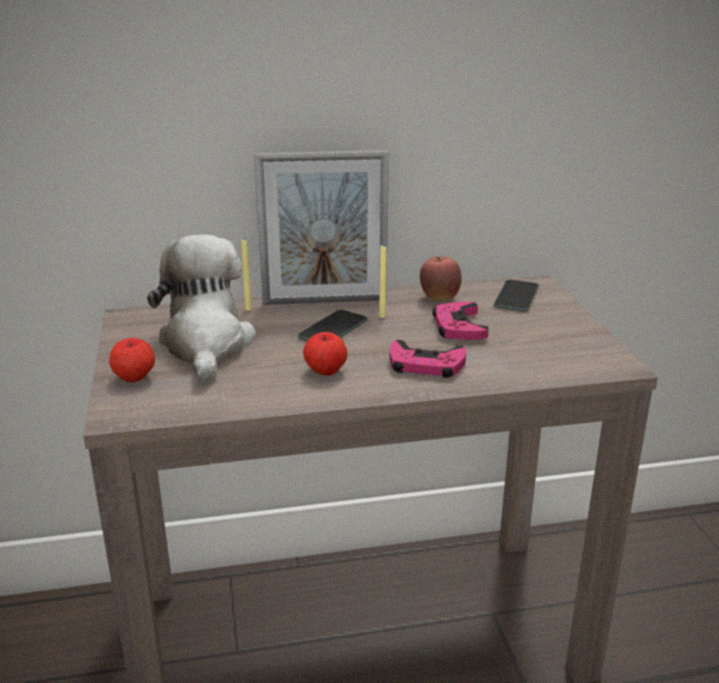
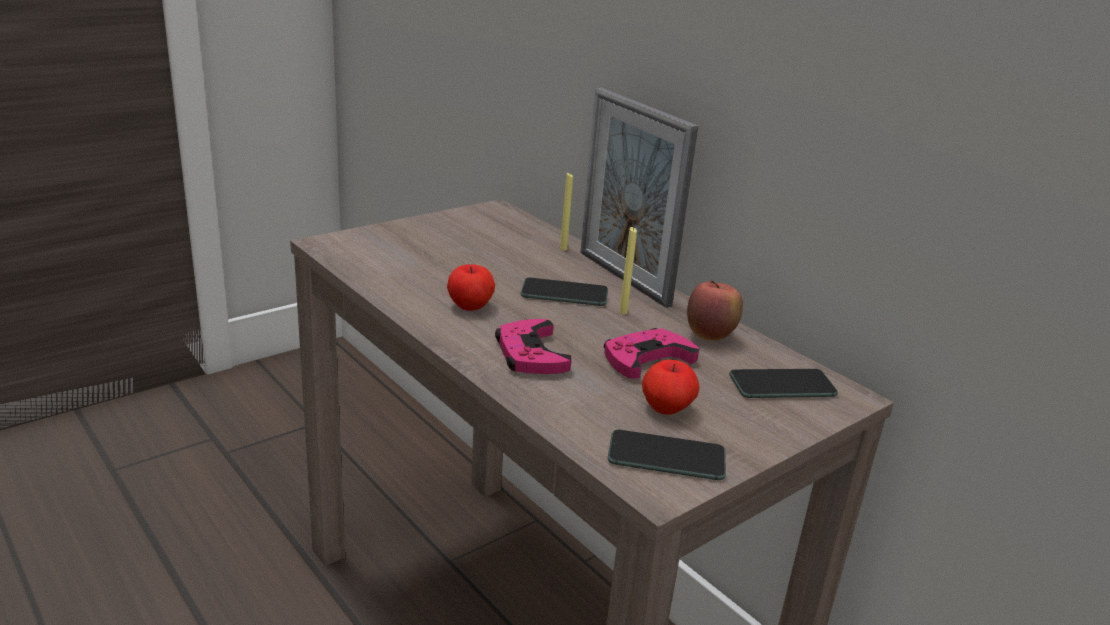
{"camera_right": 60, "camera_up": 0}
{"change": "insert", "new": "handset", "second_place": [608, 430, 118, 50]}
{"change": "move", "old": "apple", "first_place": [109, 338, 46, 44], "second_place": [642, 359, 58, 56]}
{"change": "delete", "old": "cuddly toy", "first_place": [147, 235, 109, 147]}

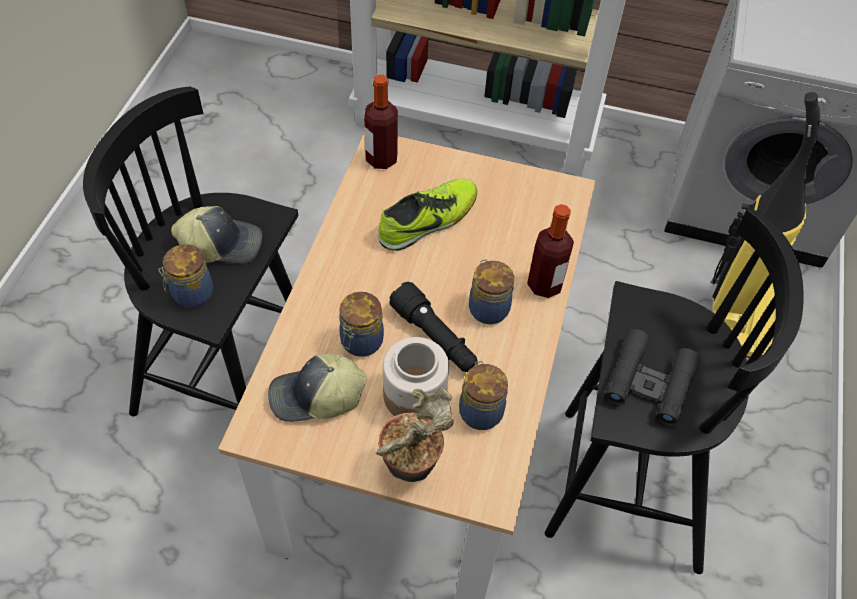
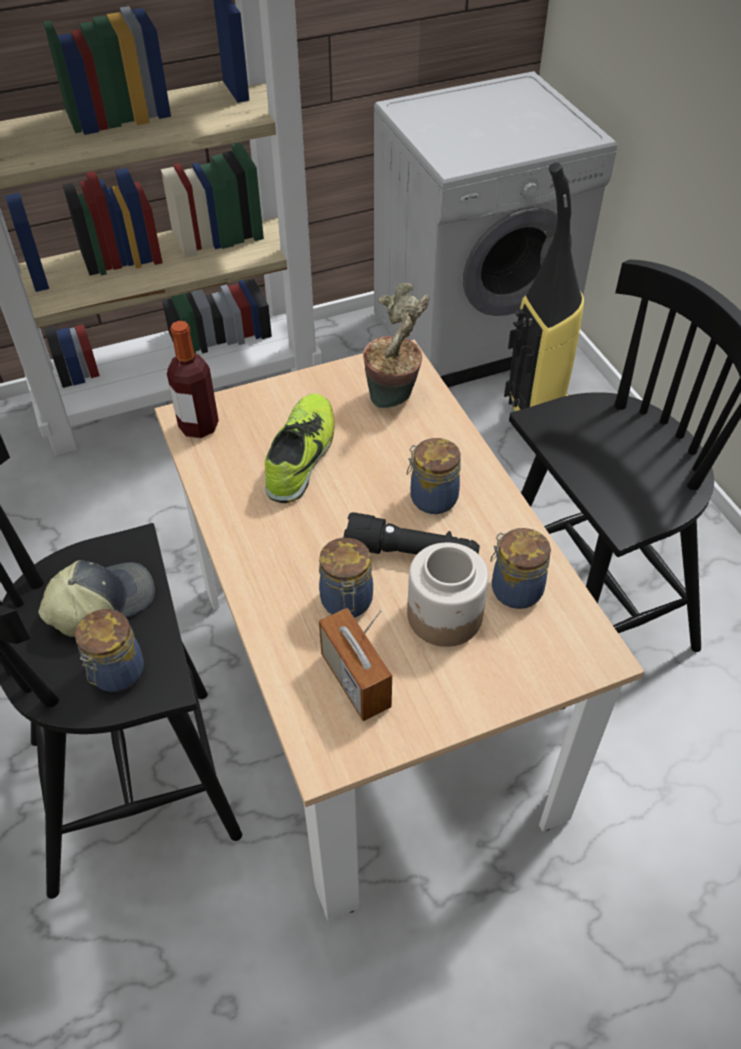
{"camera_right": -35, "camera_up": -5}
{"change": "replace", "old": "baseball cap", "new": "radio receiver", "first_place": [268, 354, 98, 68], "second_place": [319, 608, 73, 113]}
{"change": "move", "old": "plant in a pot", "first_place": [376, 387, 78, 95], "second_place": [363, 283, 66, 125]}
{"change": "delete", "old": "drink bottle", "first_place": [527, 204, 47, 94]}
{"change": "delete", "old": "binoculars in black-coloured", "first_place": [604, 329, 97, 97]}

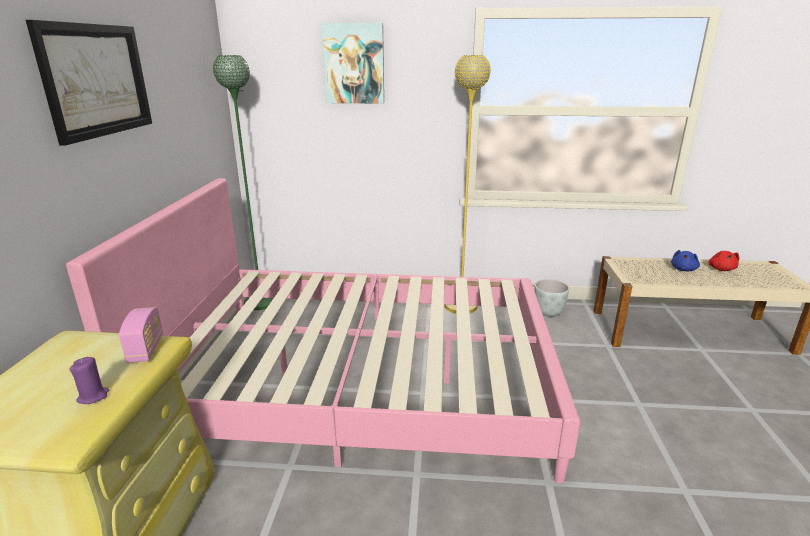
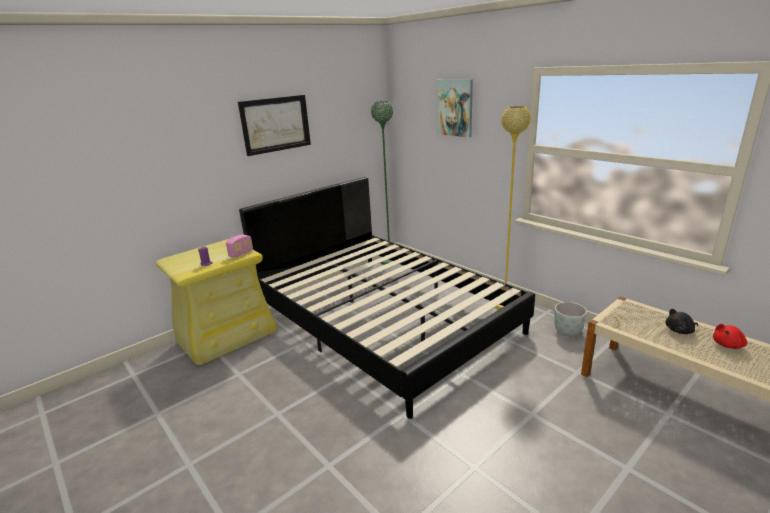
{"camera_right": 45, "camera_up": 0}
{"change": "recolor", "old": "bedroom bed in pink", "new": "bedroom bed in black-coloured", "first_place": [66, 178, 515, 305], "second_place": [239, 177, 296, 242]}
{"change": "recolor", "old": "cuddly toy in bluish", "new": "cuddly toy in black-coloured", "first_place": [671, 250, 29, 21], "second_place": [666, 309, 32, 25]}

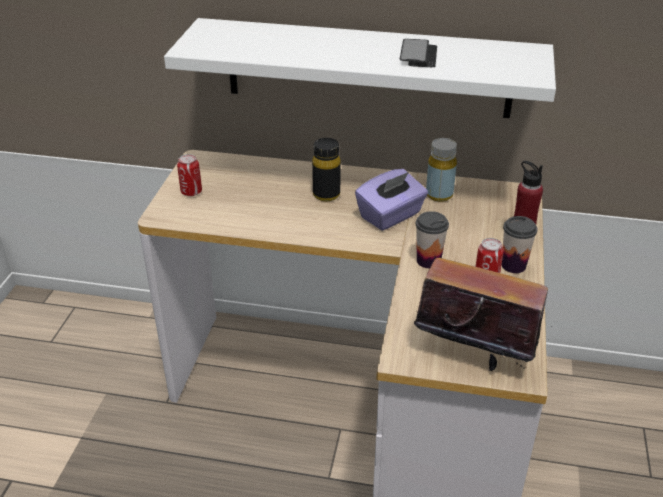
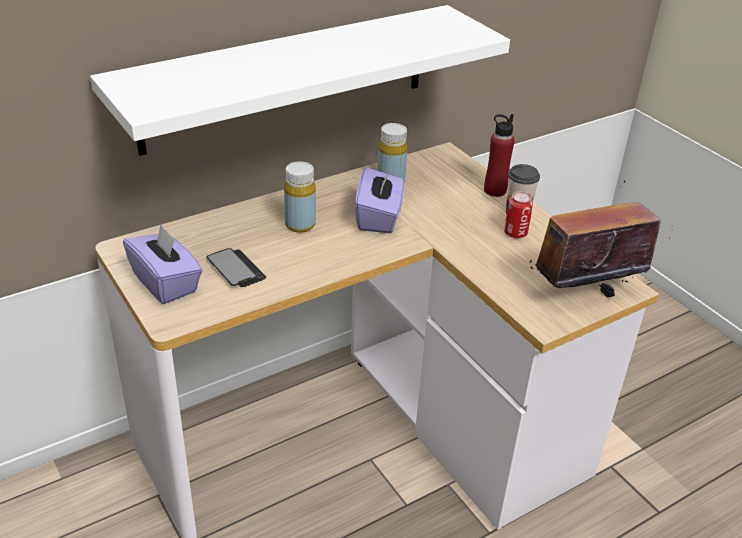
{"camera_right": -45, "camera_up": 0}
{"change": "replace", "old": "metal can", "new": "box of tissues in purple", "first_place": [177, 154, 25, 42], "second_place": [123, 224, 80, 80]}
{"change": "move", "old": "handset", "first_place": [399, 39, 38, 28], "second_place": [206, 248, 60, 39]}
{"change": "recolor", "old": "drink bottle in black-coloured", "new": "drink bottle in yellow", "first_place": [312, 138, 29, 63], "second_place": [284, 161, 32, 72]}
{"change": "delete", "old": "small cup", "first_place": [415, 211, 34, 57]}

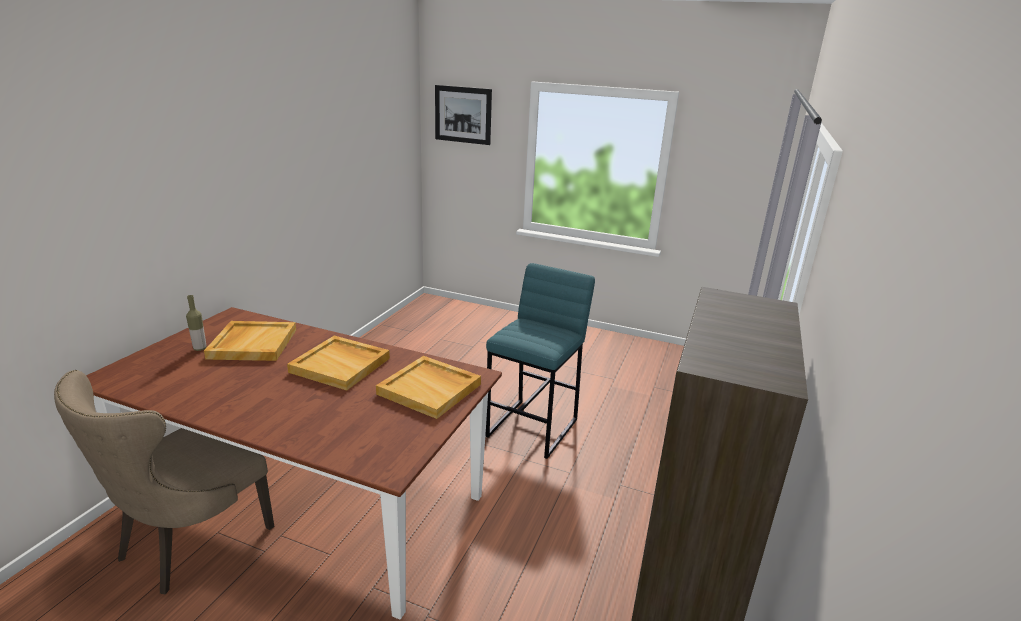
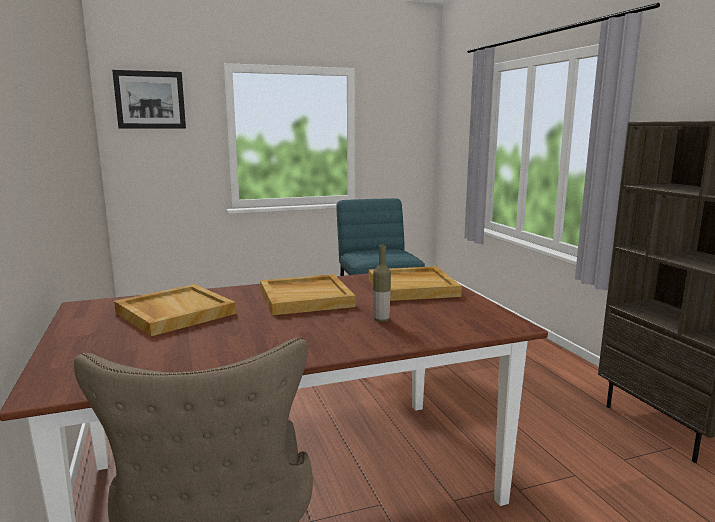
{"camera_right": -40, "camera_up": -10}
{"change": "move", "old": "drink bottle", "first_place": [186, 295, 21, 56], "second_place": [373, 245, 18, 77]}

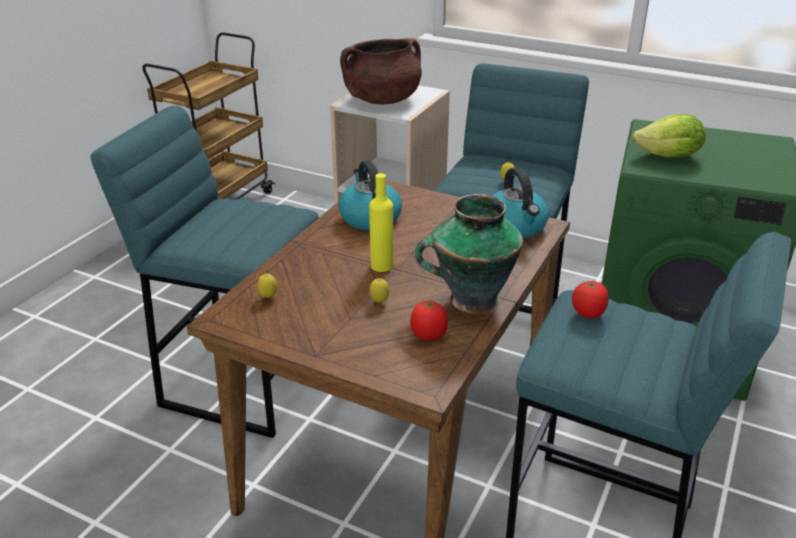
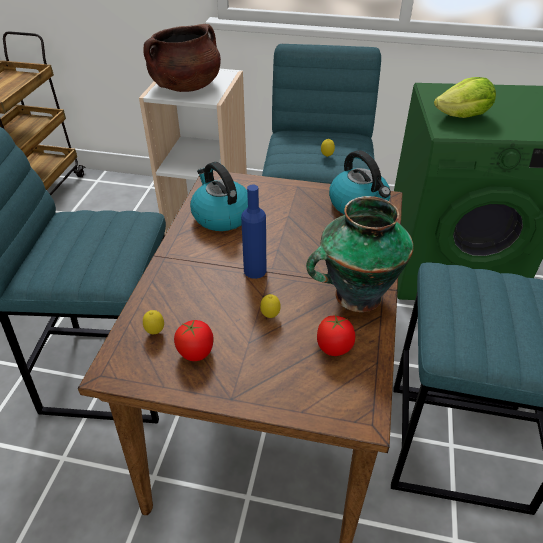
{"camera_right": -15, "camera_up": 10}
{"change": "move", "old": "whole tomato", "first_place": [572, 280, 36, 38], "second_place": [174, 319, 40, 42]}
{"change": "recolor", "old": "drink bottle in yellow", "new": "drink bottle in bluish", "first_place": [369, 173, 24, 99], "second_place": [241, 185, 25, 94]}

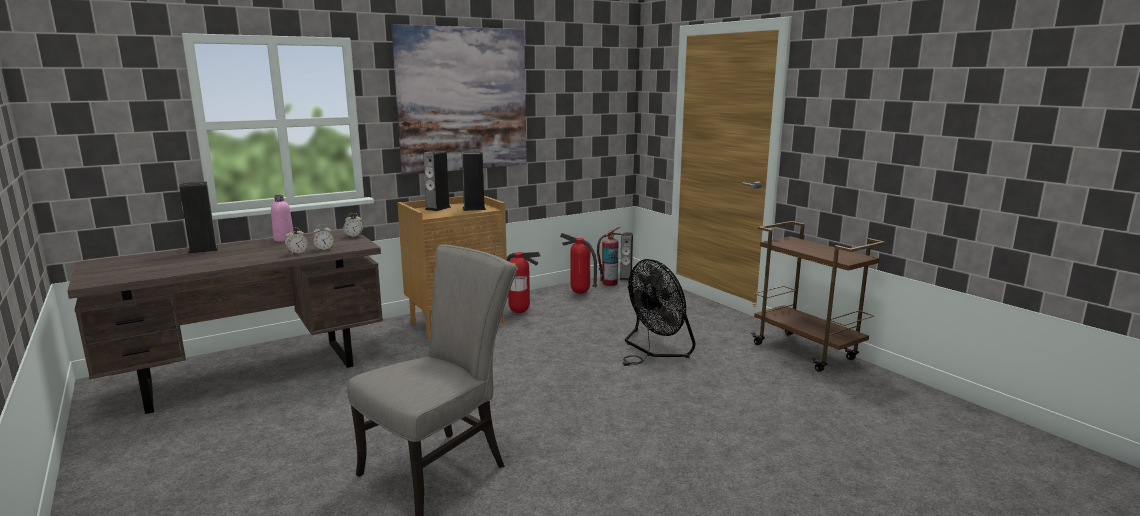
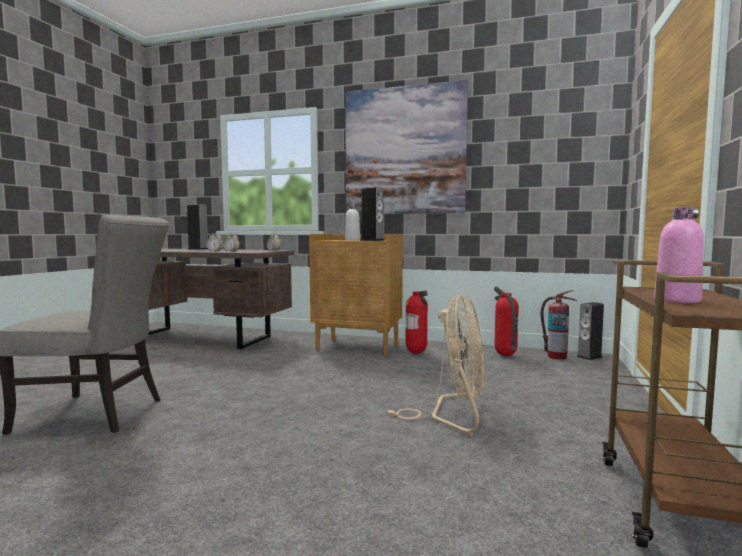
{"camera_right": 50, "camera_up": -10}
{"change": "replace", "old": "loudspeaker", "new": "drink bottle in white-coloured", "first_place": [423, 150, 28, 61], "second_place": [345, 205, 15, 35]}
{"change": "recolor", "old": "cooling fan in black-coloured", "new": "cooling fan in beige-coloured", "first_place": [622, 259, 73, 107], "second_place": [387, 294, 100, 143]}
{"change": "move", "old": "drink bottle in pink", "first_place": [271, 195, 23, 47], "second_place": [654, 207, 50, 96]}

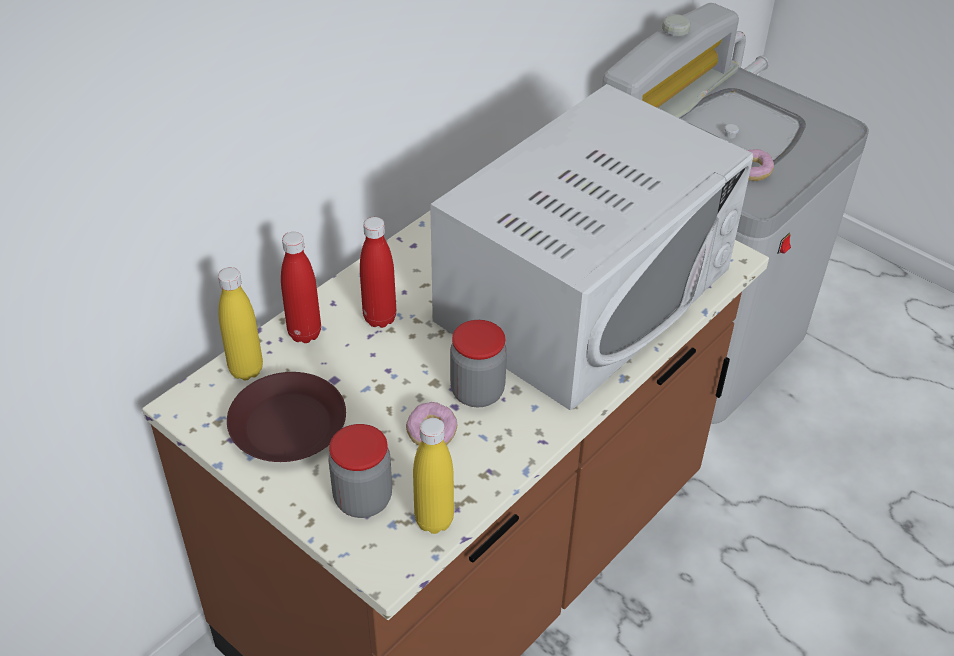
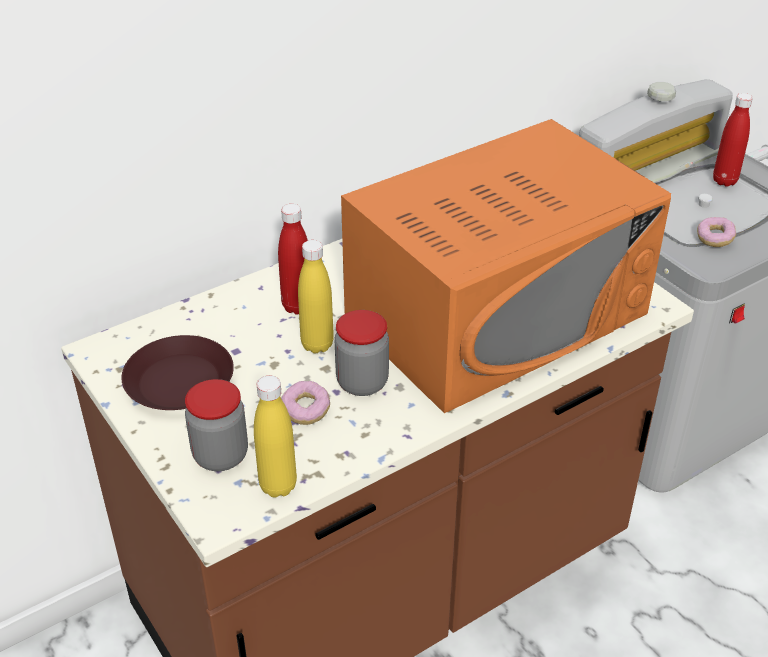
{"camera_right": 15, "camera_up": -5}
{"change": "move", "old": "drink bottle in yellow", "first_place": [218, 267, 45, 113], "second_place": [298, 240, 36, 113]}
{"change": "recolor", "old": "kitchen microwave in white-coloured", "new": "kitchen microwave in orangey", "first_place": [430, 84, 323, 326], "second_place": [341, 119, 330, 294]}
{"change": "move", "old": "drink bottle in red-coloured", "first_place": [281, 232, 40, 111], "second_place": [713, 93, 40, 93]}

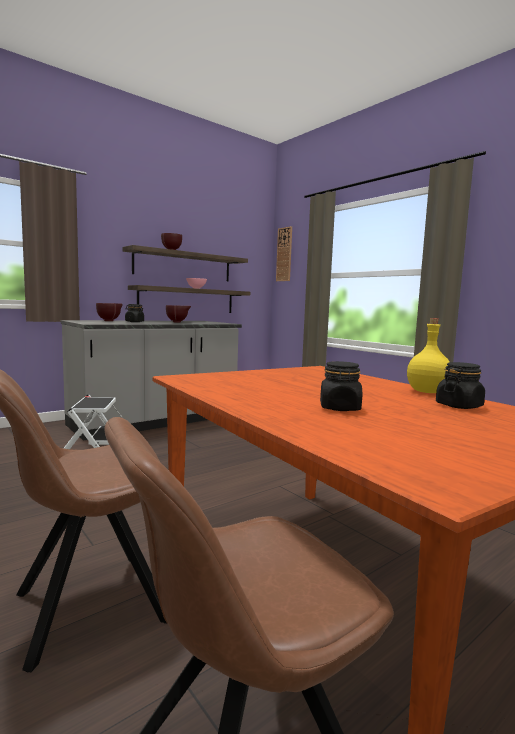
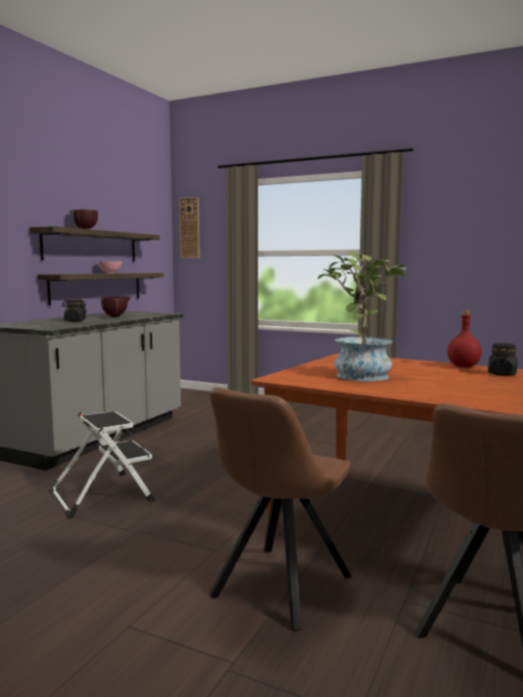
{"camera_right": -25, "camera_up": 0}
{"change": "insert", "new": "plant in a pot", "second_place": [318, 252, 88, 129]}
{"change": "recolor", "old": "drink bottle in yellow", "new": "drink bottle in red-coloured", "first_place": [407, 318, 43, 75], "second_place": [447, 310, 35, 57]}
{"change": "delete", "old": "serving bowl in brown", "first_place": [96, 303, 27, 18]}
{"change": "delete", "old": "storage jar in black-coloured", "first_place": [320, 361, 42, 50]}

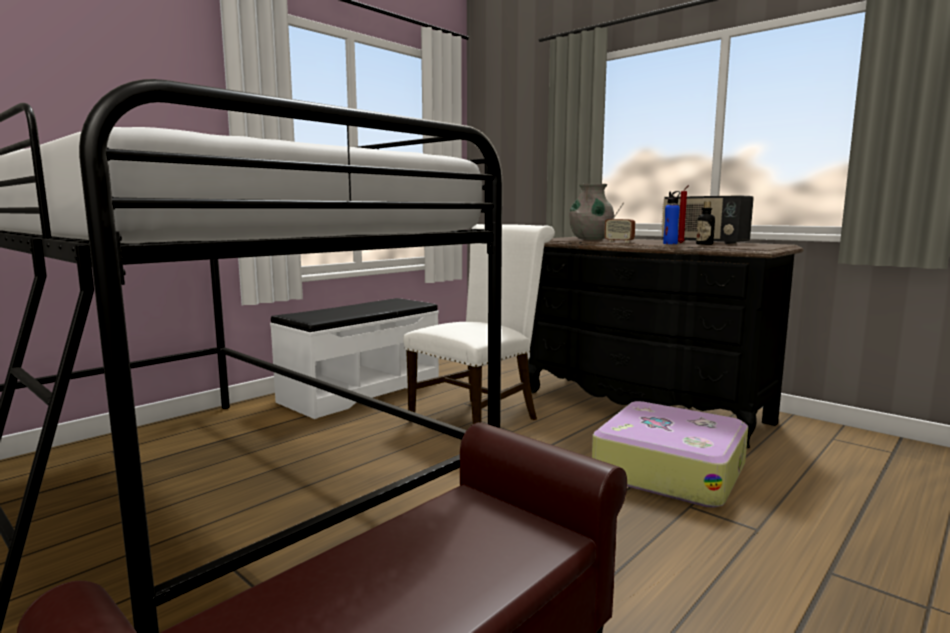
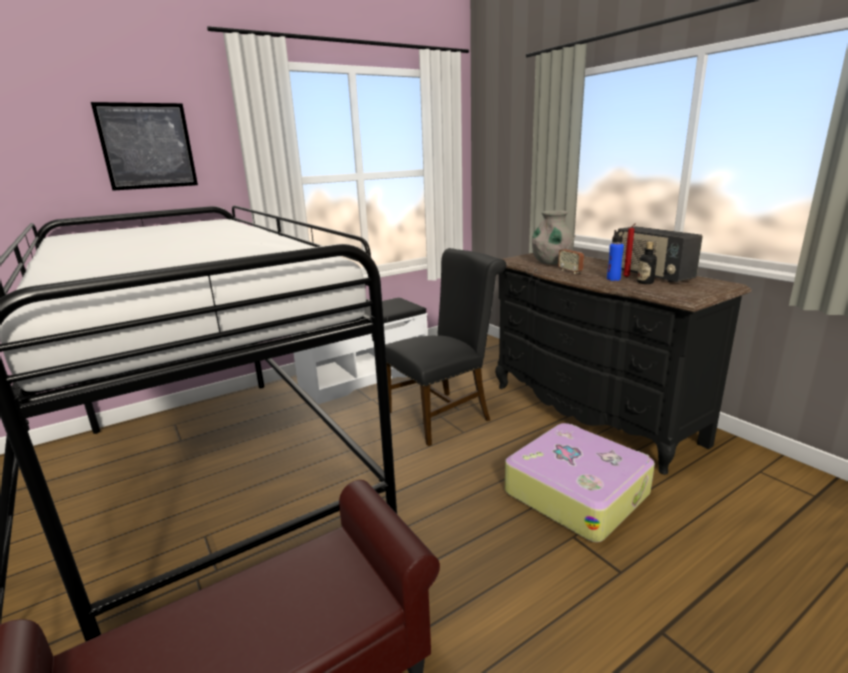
{"camera_right": 15, "camera_up": 10}
{"change": "insert", "new": "wall art", "second_place": [91, 102, 107, 89]}
{"change": "recolor", "old": "upright chair in white-coloured", "new": "upright chair in black-coloured", "first_place": [403, 224, 152, 200], "second_place": [385, 248, 121, 198]}

